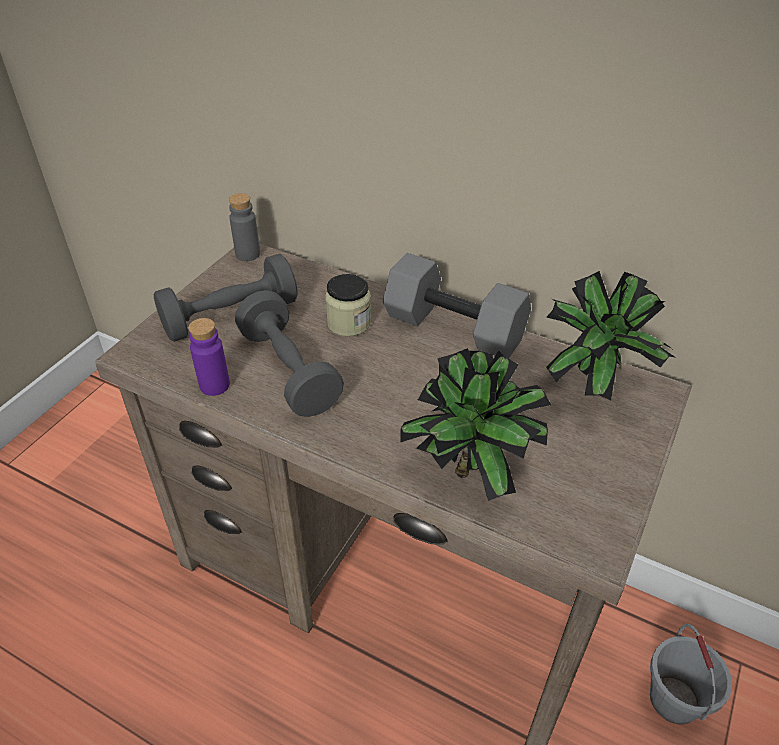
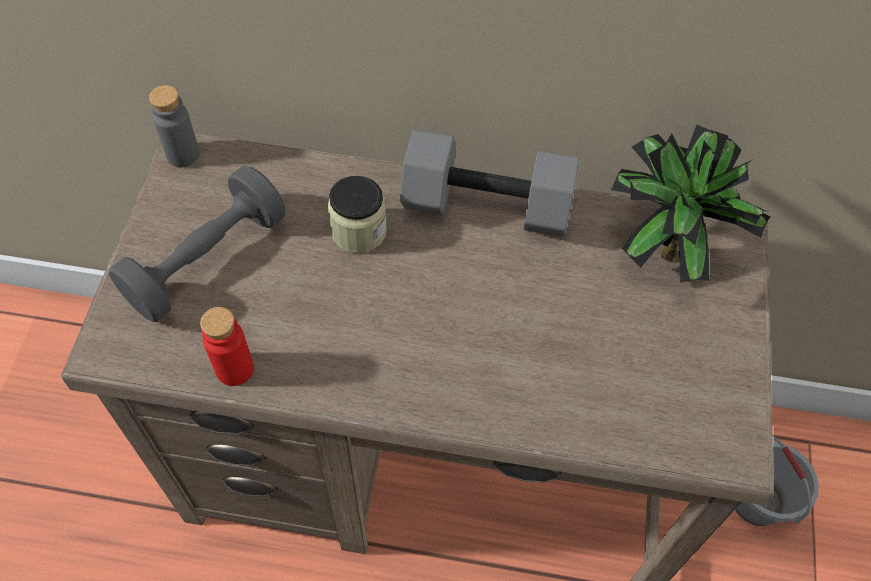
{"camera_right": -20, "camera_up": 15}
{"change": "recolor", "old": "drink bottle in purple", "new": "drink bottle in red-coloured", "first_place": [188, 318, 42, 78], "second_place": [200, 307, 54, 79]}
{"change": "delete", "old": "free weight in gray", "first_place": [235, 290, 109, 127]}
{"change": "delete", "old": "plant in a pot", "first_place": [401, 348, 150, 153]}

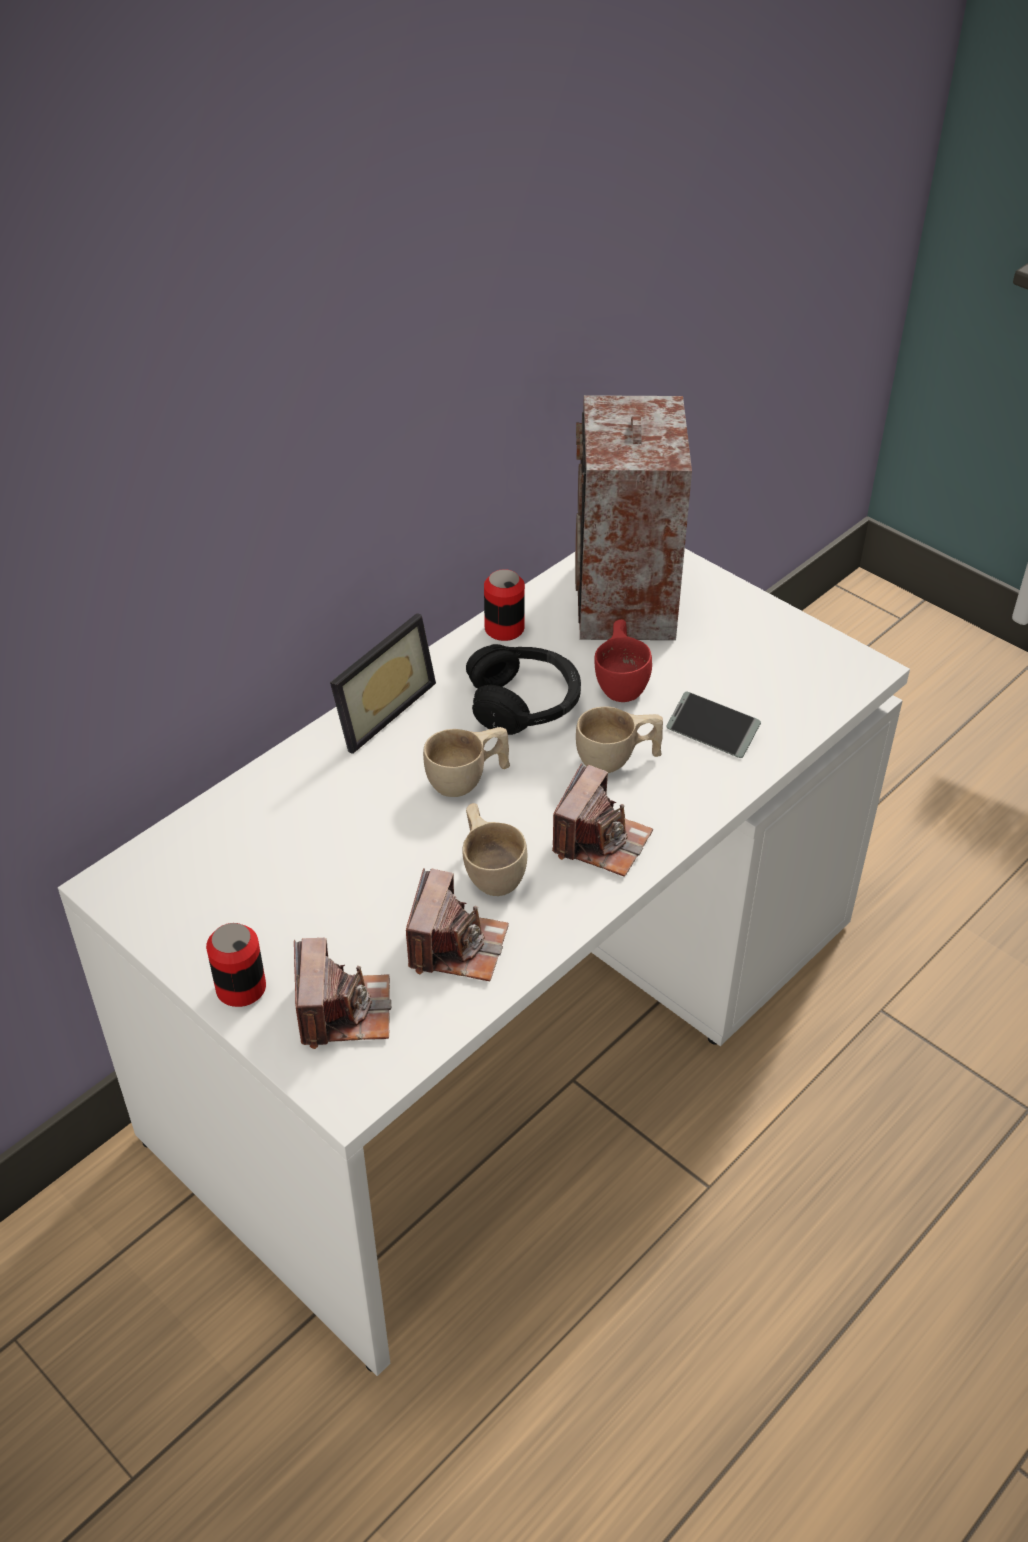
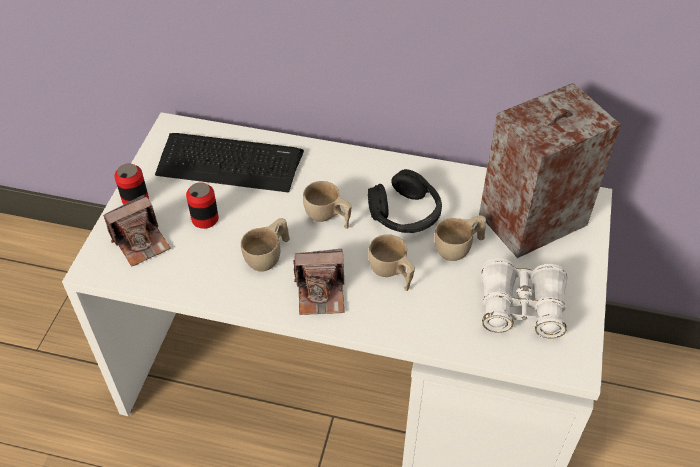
{"camera_right": 60, "camera_up": 5}
{"change": "insert", "new": "keyboard", "second_place": [155, 133, 149, 60]}
{"change": "move", "old": "metal can", "first_place": [484, 569, 41, 72], "second_place": [186, 182, 33, 47]}
{"change": "recolor", "old": "small cup in red-coloured", "new": "small cup in beige-coloured", "first_place": [594, 619, 58, 83], "second_place": [434, 215, 52, 46]}
{"change": "insert", "new": "binoculars in white-coloured", "second_place": [481, 259, 86, 79]}
{"change": "delete", "old": "photo frame", "first_place": [330, 613, 106, 141]}
{"change": "delete", "old": "still camera", "first_place": [406, 868, 103, 113]}
{"change": "delete", "old": "handset", "first_place": [666, 692, 95, 66]}

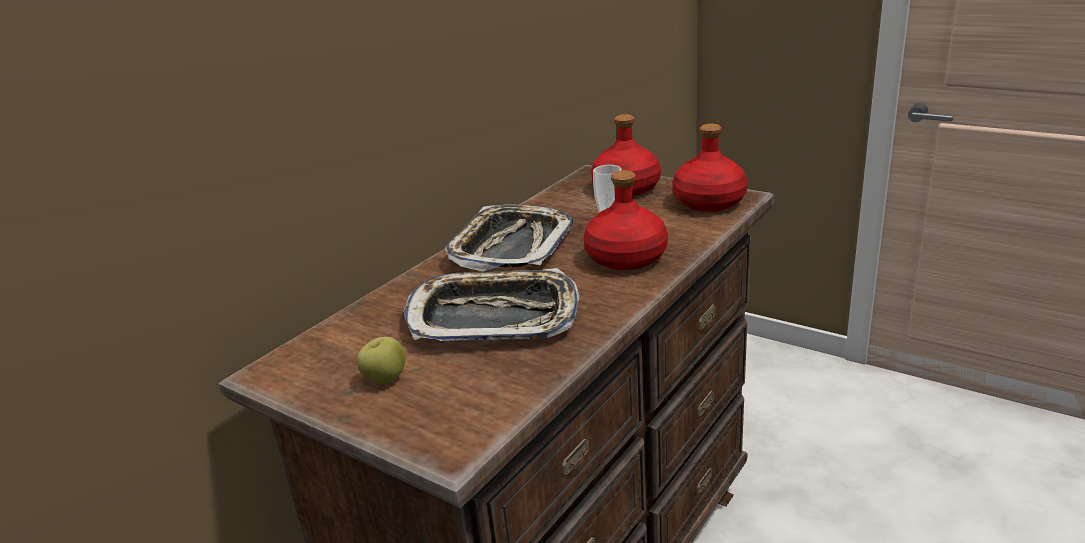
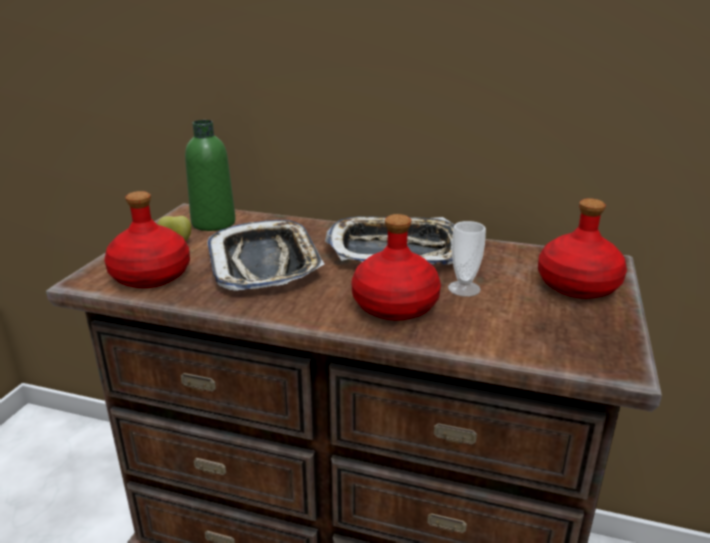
{"camera_right": 70, "camera_up": 0}
{"change": "move", "old": "drink bottle in red-coloured", "first_place": [672, 124, 76, 88], "second_place": [104, 191, 86, 97]}
{"change": "insert", "new": "drink bottle in greenish", "second_place": [185, 120, 51, 111]}

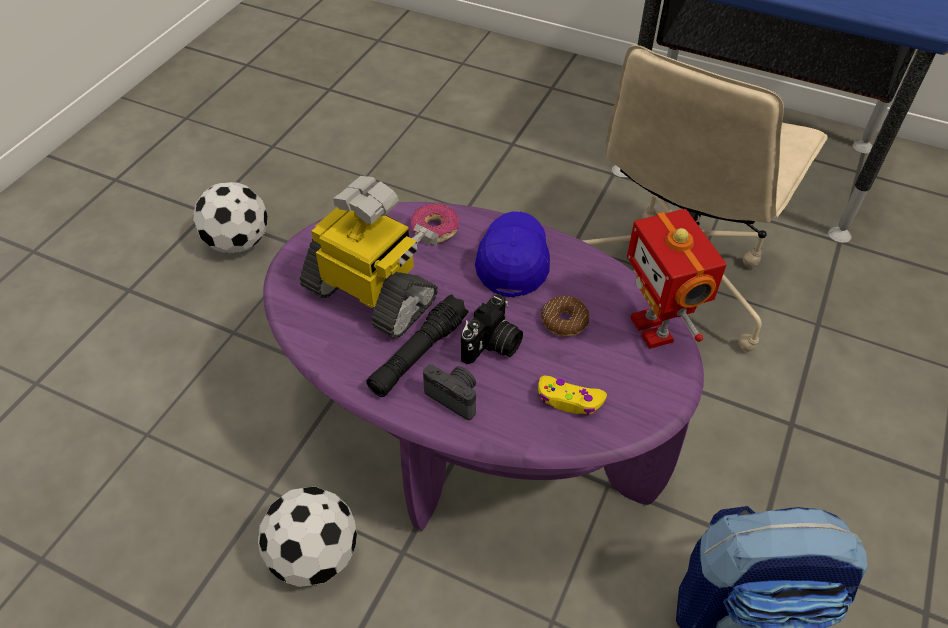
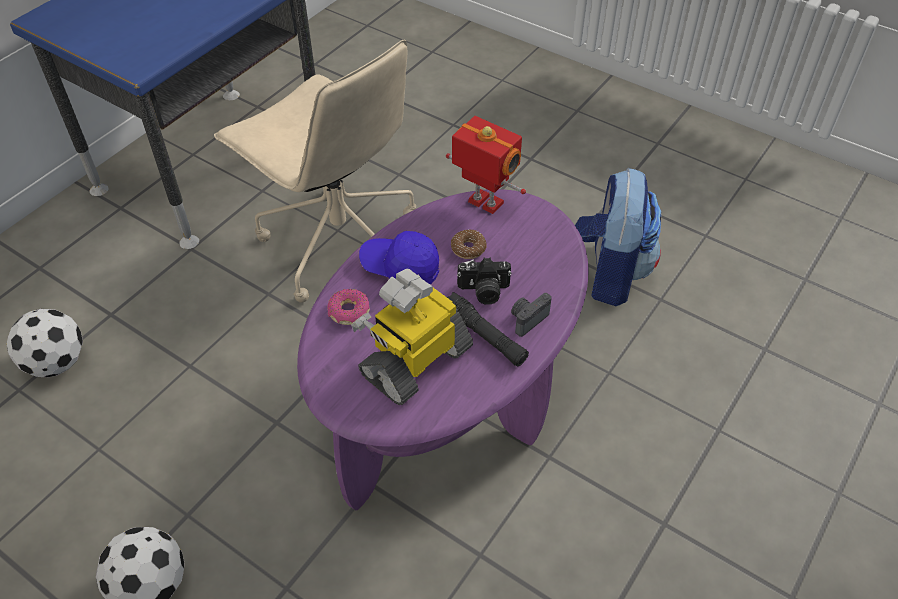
{"camera_right": -80, "camera_up": 0}
{"change": "move", "old": "football ball", "first_place": [258, 487, 99, 100], "second_place": [7, 309, 76, 68]}
{"change": "rotate", "old": "model robot", "first_place": [627, 209, 100, 140], "second_place": [446, 116, 80, 98], "degrees": -135}
{"change": "rotate", "old": "still camera", "first_place": [461, 294, 62, 71], "second_place": [457, 257, 55, 48], "degrees": 135}
{"change": "delete", "old": "gamepad in yellow", "first_place": [538, 376, 69, 38]}

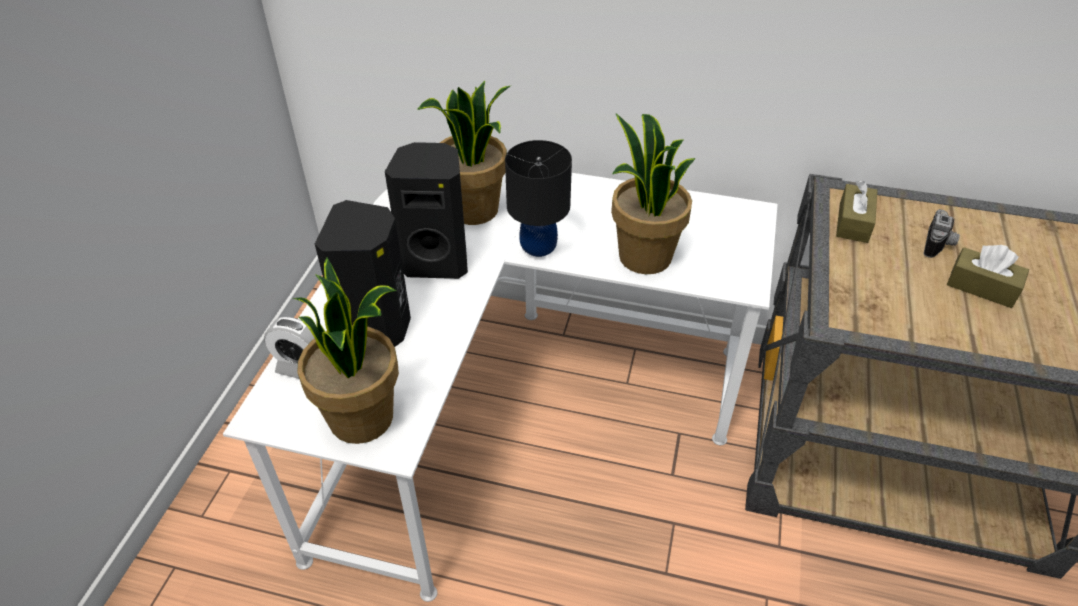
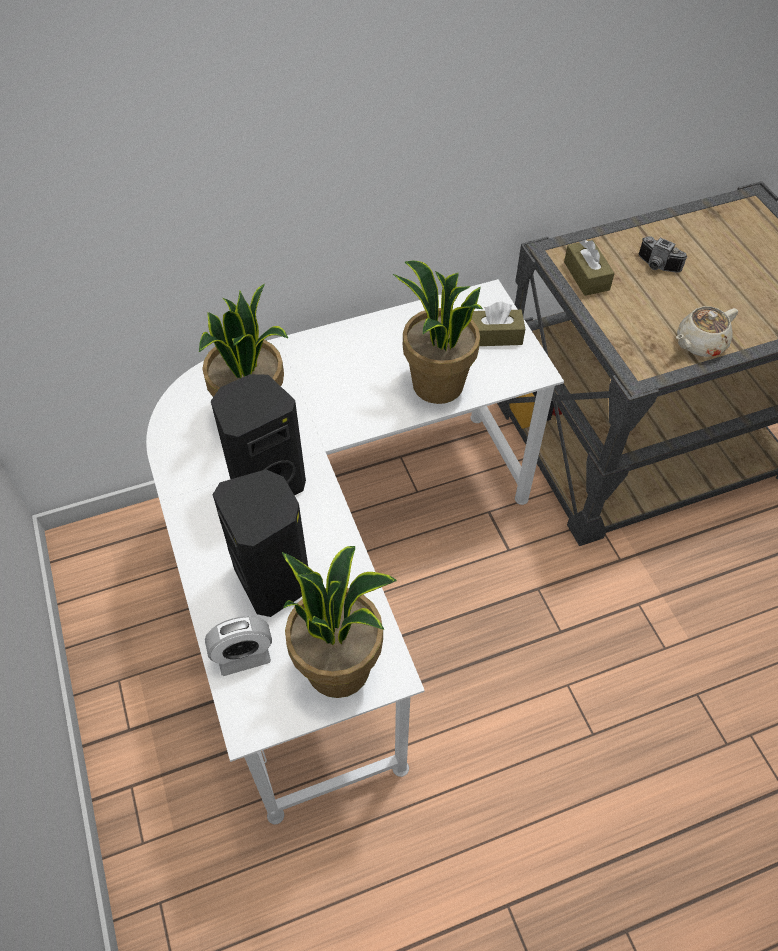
{"camera_right": -35, "camera_up": 10}
{"change": "move", "old": "box of tissues in brown", "first_place": [947, 245, 82, 63], "second_place": [472, 302, 53, 44]}
{"change": "rotate", "old": "still camera", "first_place": [923, 209, 37, 49], "second_place": [639, 236, 48, 37], "degrees": 135}
{"change": "insert", "new": "pot for tea in beige-coloured", "second_place": [676, 306, 62, 51]}
{"change": "delete", "old": "tabletop lamp in black-coloured", "first_place": [505, 140, 67, 117]}

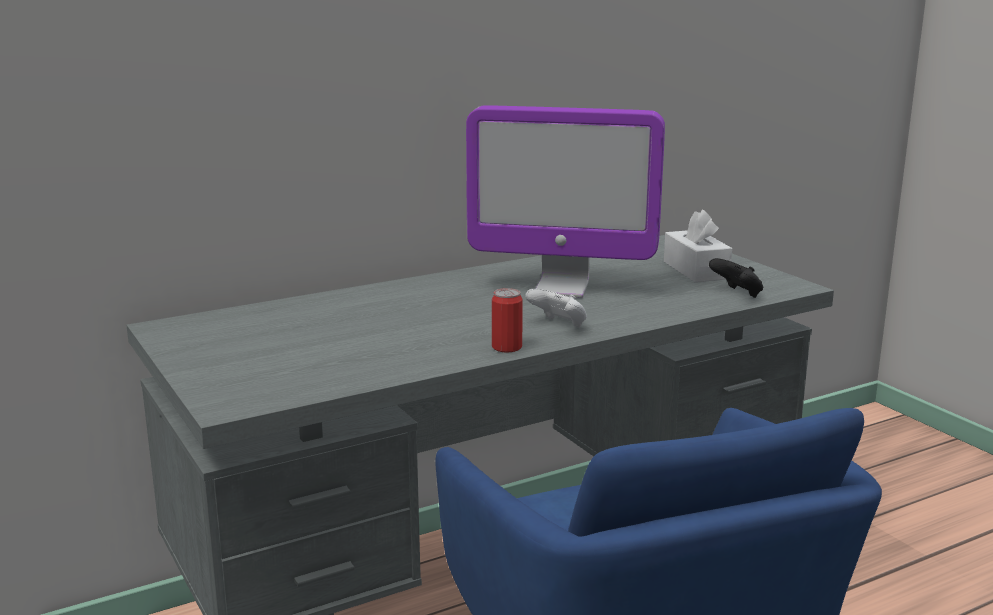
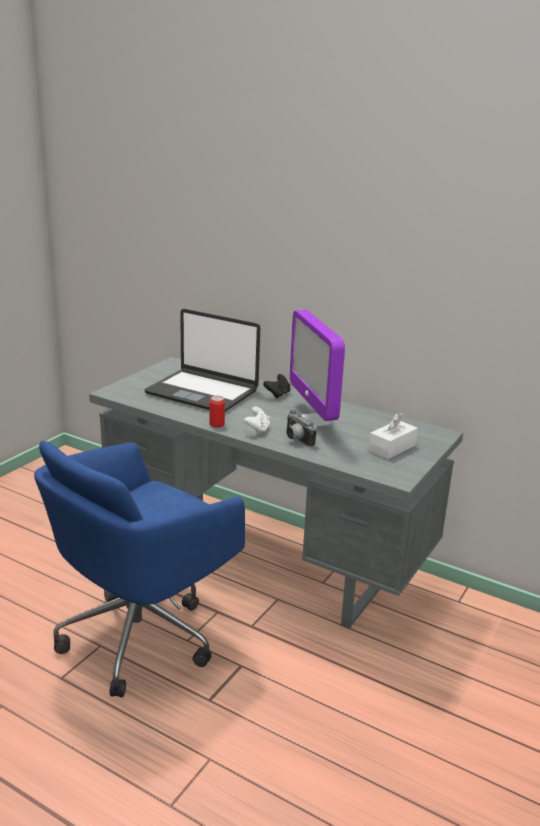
{"camera_right": 60, "camera_up": 5}
{"change": "insert", "new": "laptop", "second_place": [144, 309, 116, 103]}
{"change": "move", "old": "gamepad in black-coloured", "first_place": [709, 258, 54, 40], "second_place": [263, 374, 27, 25]}
{"change": "insert", "new": "still camera", "second_place": [286, 409, 31, 38]}

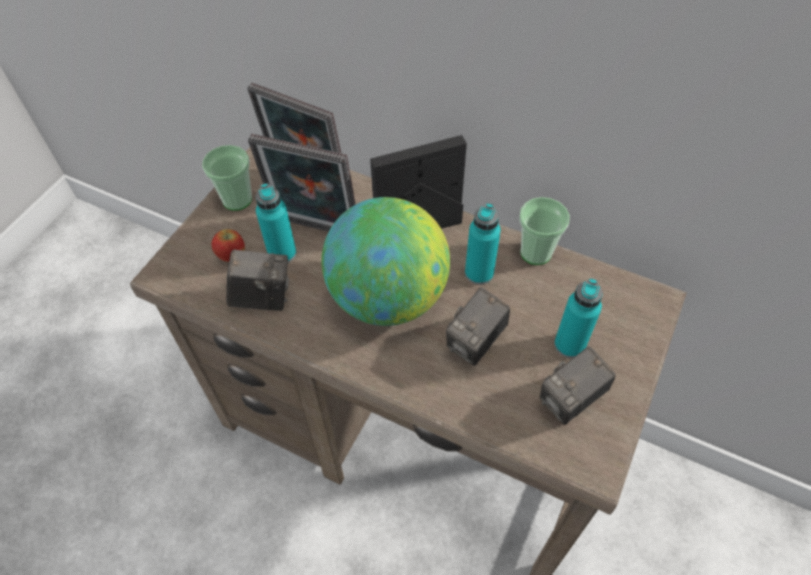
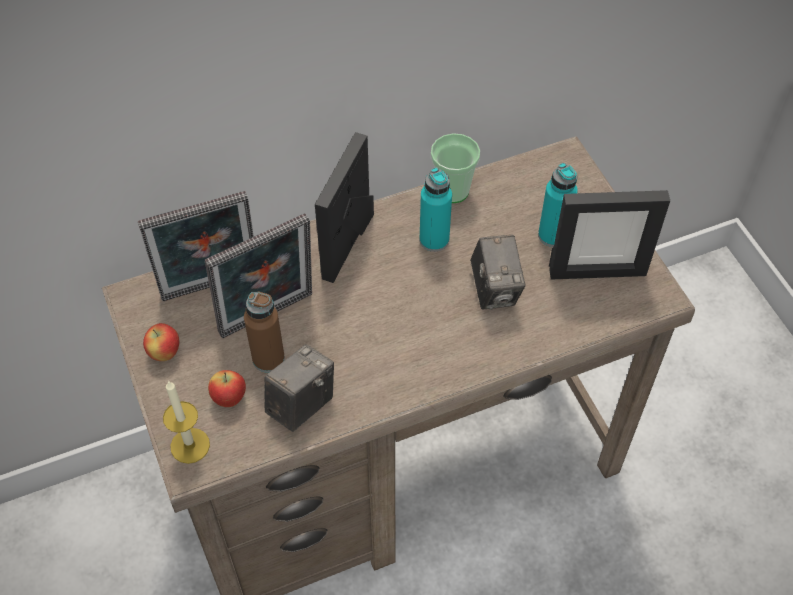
{"camera_right": -50, "camera_up": 0}
{"change": "replace", "old": "small cup", "new": "apple", "first_place": [202, 145, 50, 66], "second_place": [143, 323, 36, 38]}
{"change": "insert", "new": "wax candle", "second_place": [163, 381, 47, 83]}
{"change": "recolor", "old": "drink bottle in blue-green", "new": "drink bottle in brown", "first_place": [256, 183, 40, 80], "second_place": [244, 291, 41, 82]}
{"change": "replace", "old": "still camera", "new": "photo frame", "first_place": [540, 346, 76, 79], "second_place": [549, 190, 121, 90]}
{"change": "delete", "old": "globe", "first_place": [321, 197, 129, 129]}

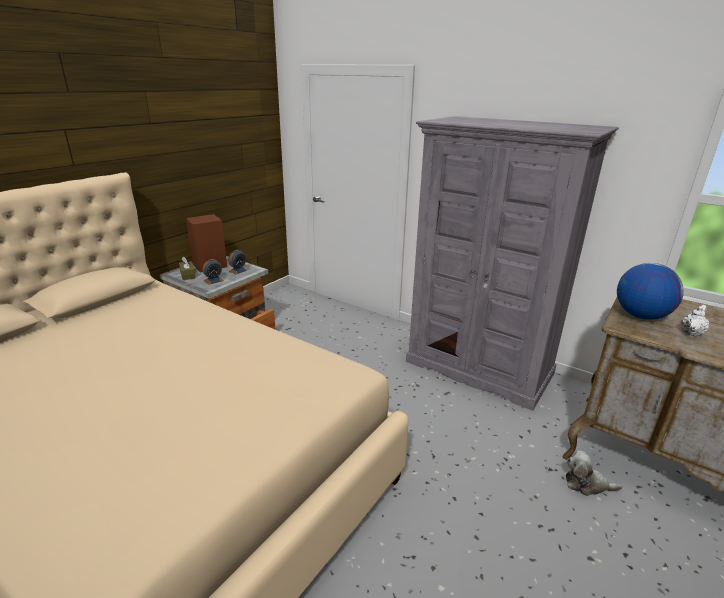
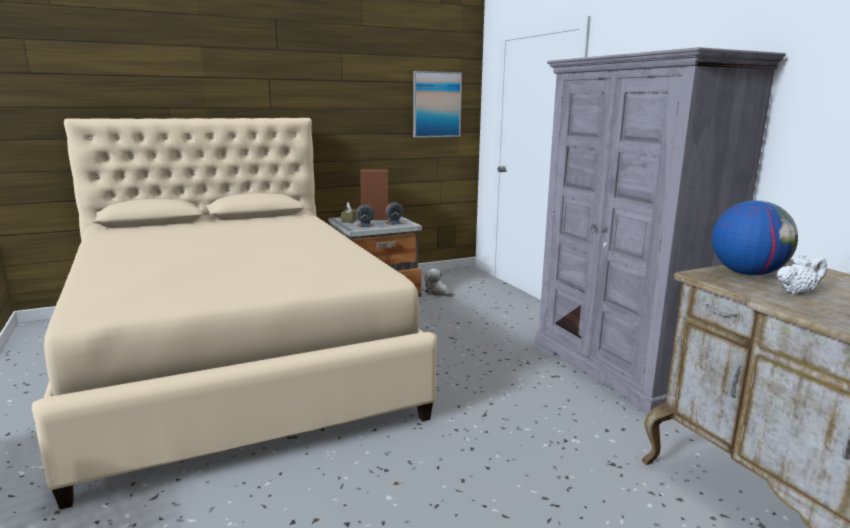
{"camera_right": 30, "camera_up": -10}
{"change": "insert", "new": "wall art", "second_place": [413, 71, 49, 67]}
{"change": "move", "old": "cuddly toy", "first_place": [566, 451, 57, 45], "second_place": [424, 269, 29, 28]}

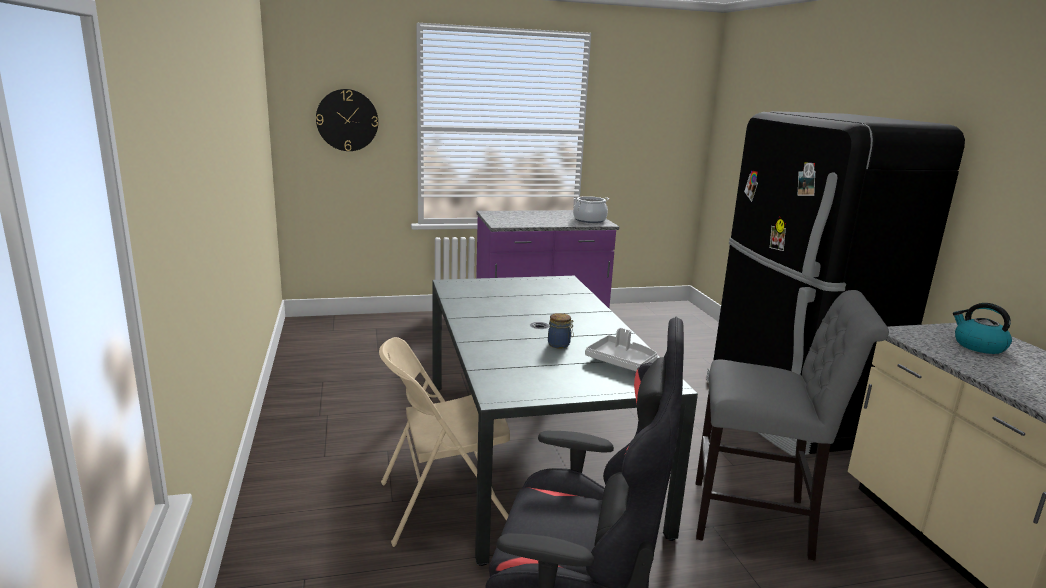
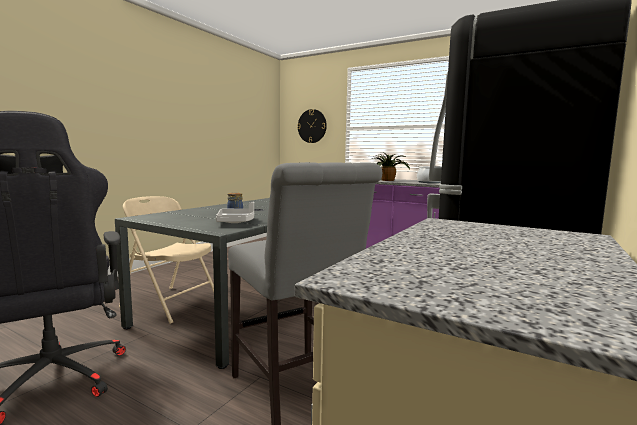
{"camera_right": 45, "camera_up": -10}
{"change": "insert", "new": "plant in a pot", "second_place": [370, 153, 40, 28]}
{"change": "delete", "old": "kettle", "first_place": [953, 303, 59, 51]}

